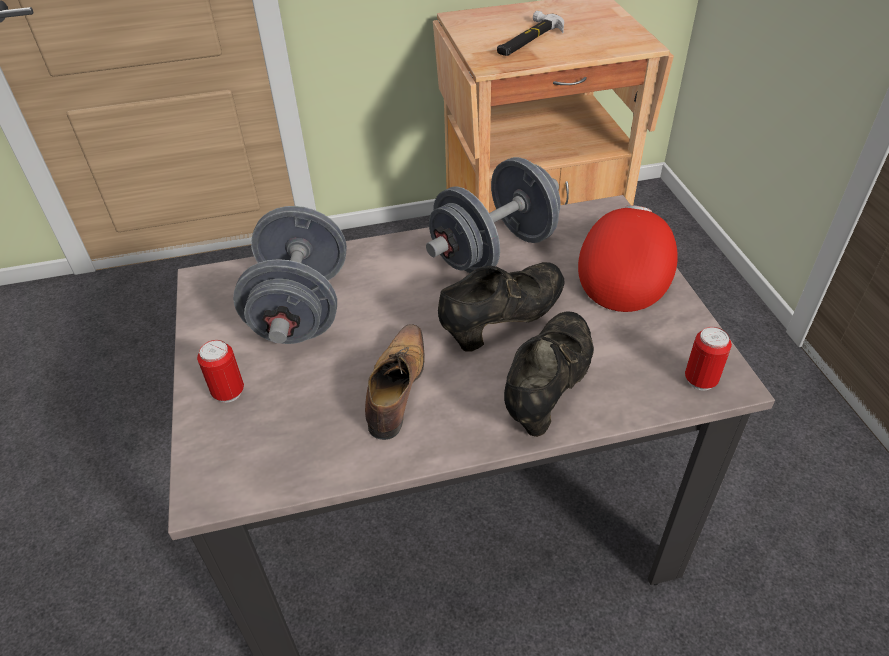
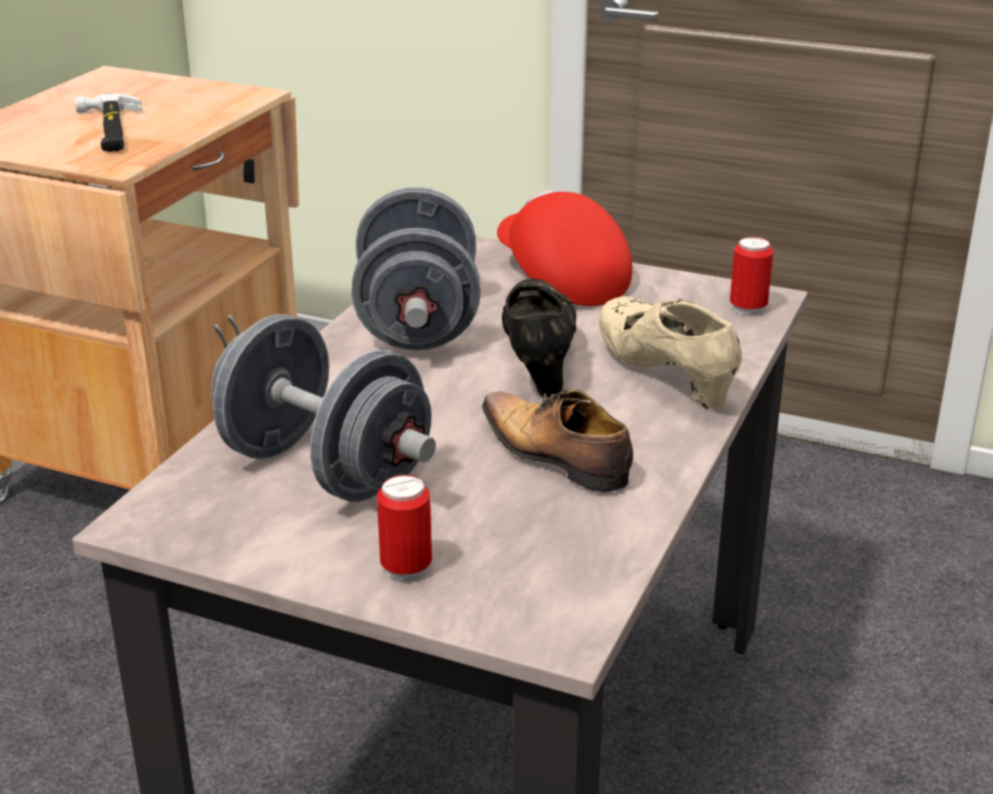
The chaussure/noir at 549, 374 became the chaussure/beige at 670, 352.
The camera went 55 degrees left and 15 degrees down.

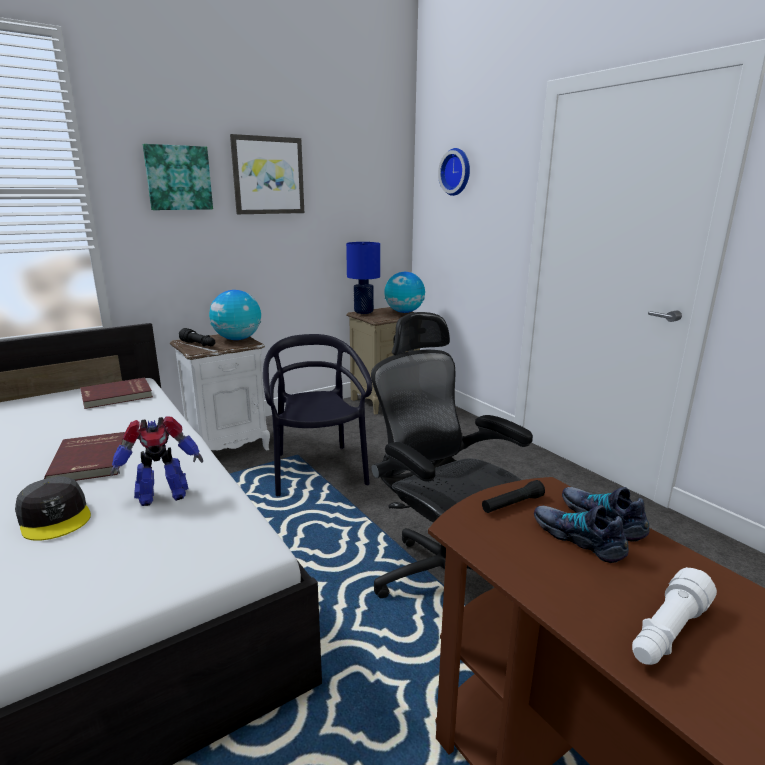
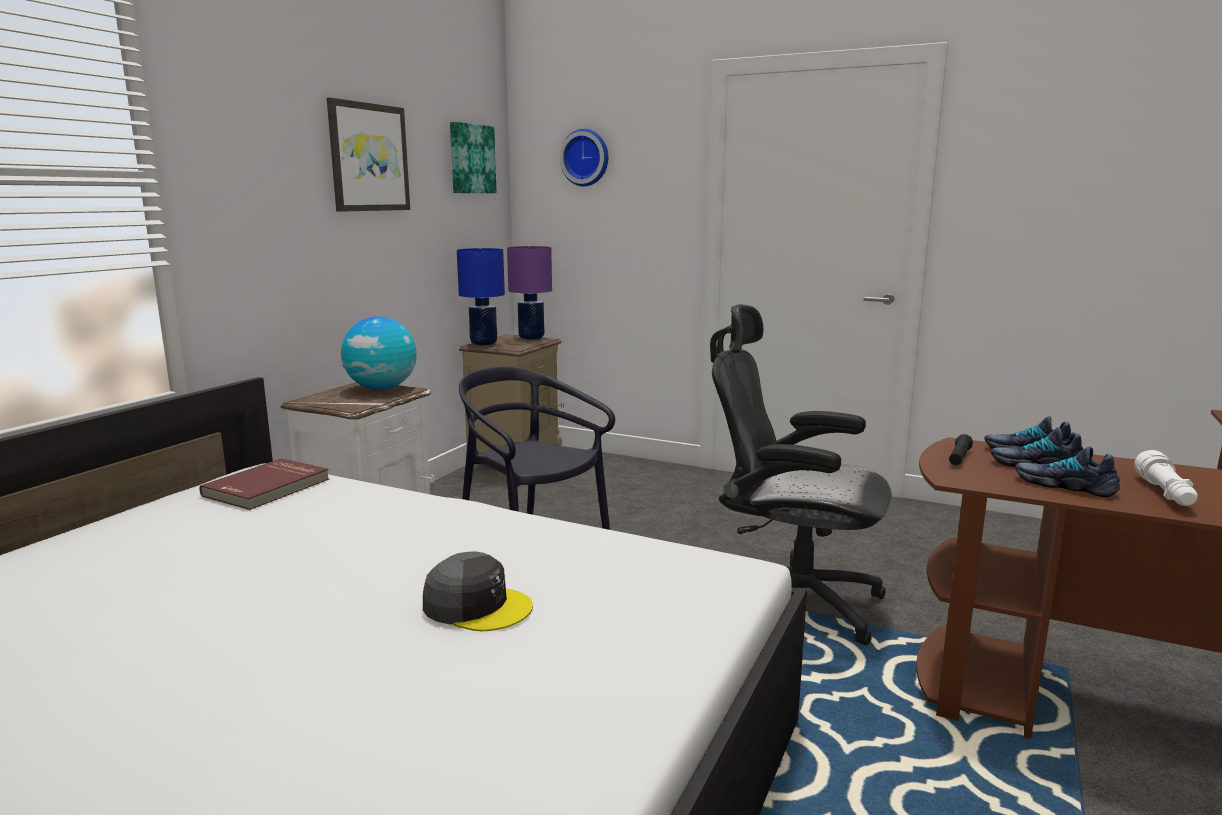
The tableau moved from 178, 177 to 473, 157.
The globe at 404, 292 was replaced by the lampe de table/violet at 529, 293.
The chaussure at 1067, 472 appeared.
The livre/rouge at 84, 456 disappeared.
The robot jouet at 156, 461 disappeared.
The lampe de poche/noir at 197, 337 disappeared.
The camera went 30 degrees left and 5 degrees down.

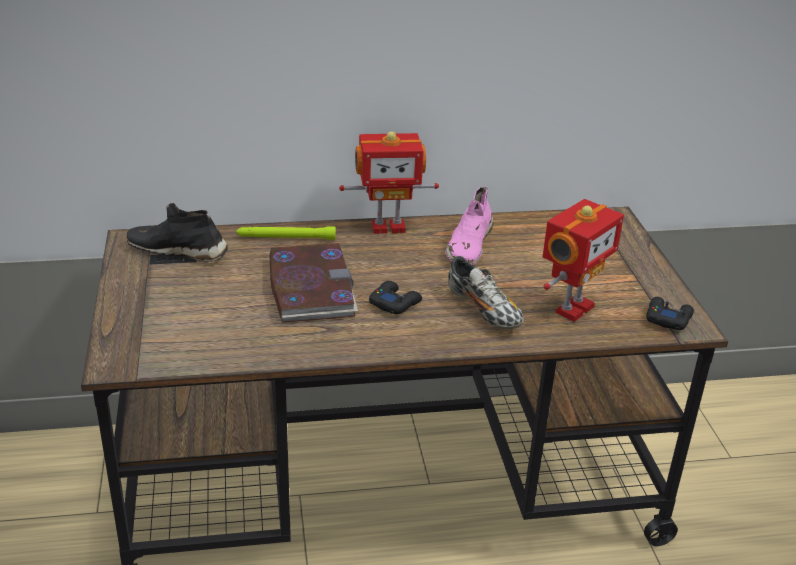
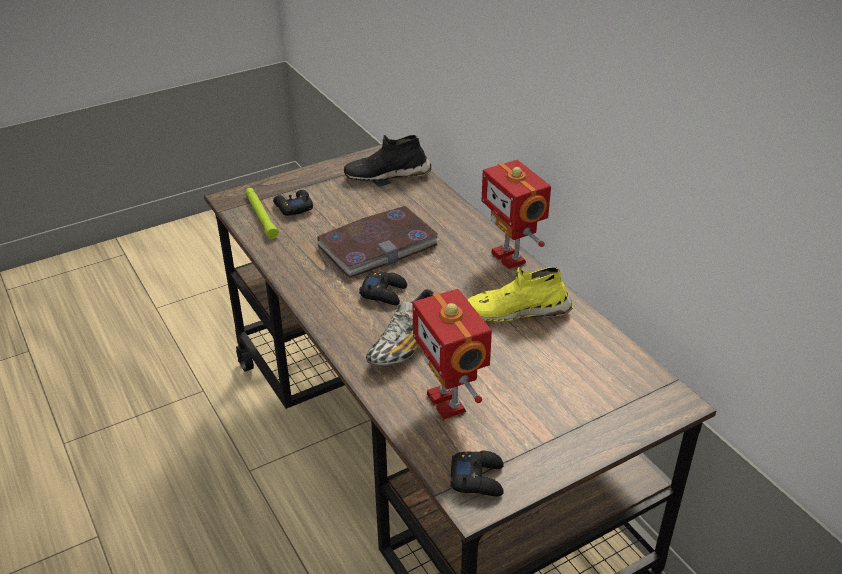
The lampe de poche/vert moved from 286, 233 to 262, 213.
The manette/noir at 293, 203 appeared.
The chaussure/noir at 177, 232 turned 90 degrees counterclockwise.
The robot jouet at 583, 260 turned 45 degrees clockwise.
The chaussure/rose at 469, 226 became the chaussure/jaune at 520, 294.
The camera went 70 degrees right and 5 degrees up.

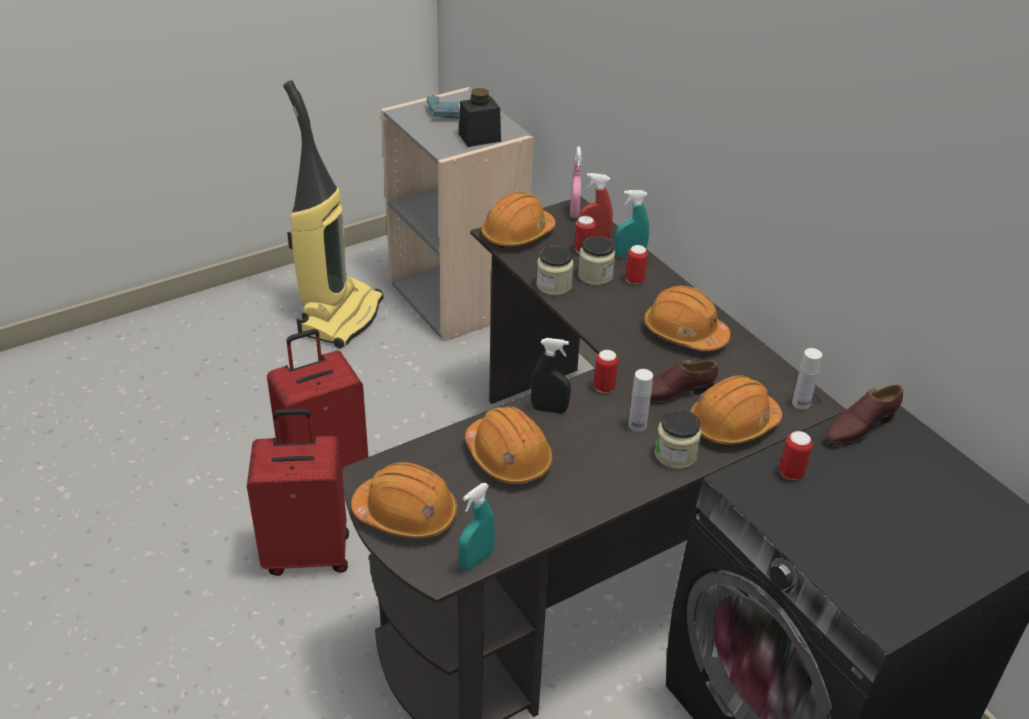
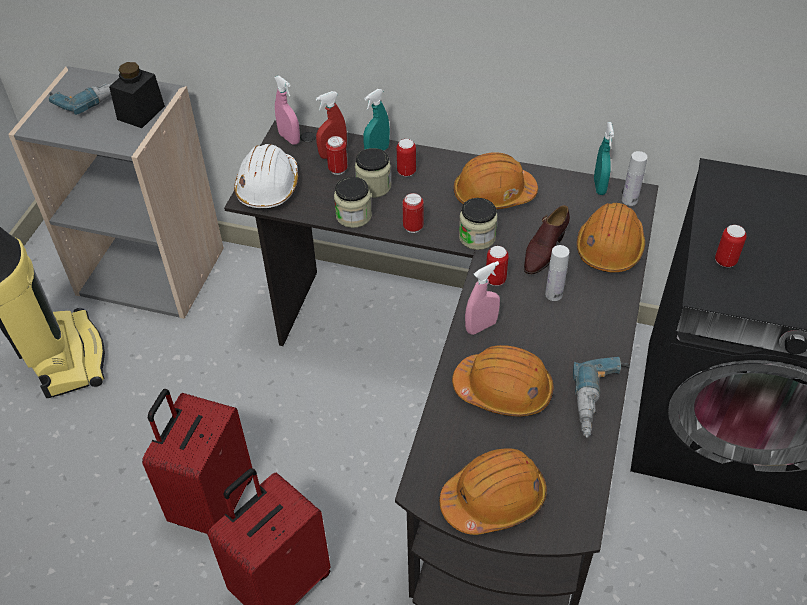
The casque de chantier/orange at 518, 220 became the casque de chantier/blanc at 266, 176.
The boîte métallique at 413, 213 appeared.
The bocal moved from 678, 439 to 478, 224.
The vaporisateur/noir at 551, 375 became the vaporisateur/rose at 482, 298.
The perceuse at 601, 397 appeared.
The vaporisateur/turquoise moved from 476, 527 to 604, 158.
The chaussure/marron at 864, 414 disappeared.
The camera went 40 degrees left and 10 degrees up.

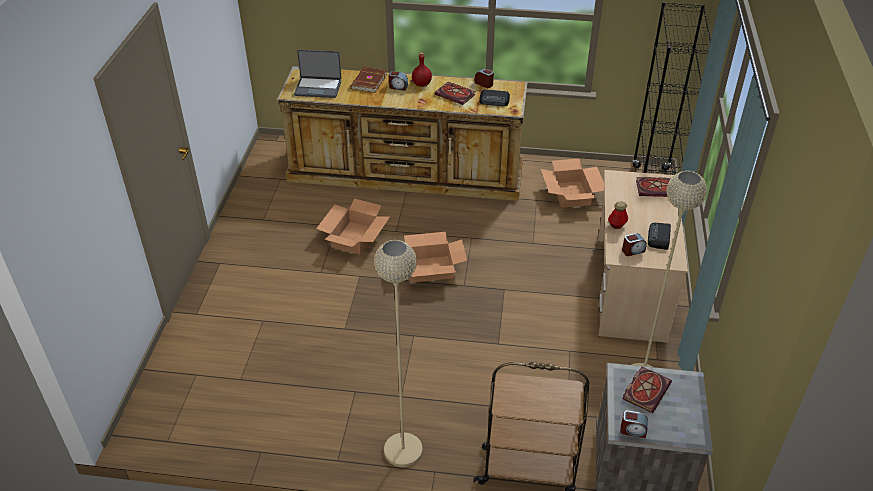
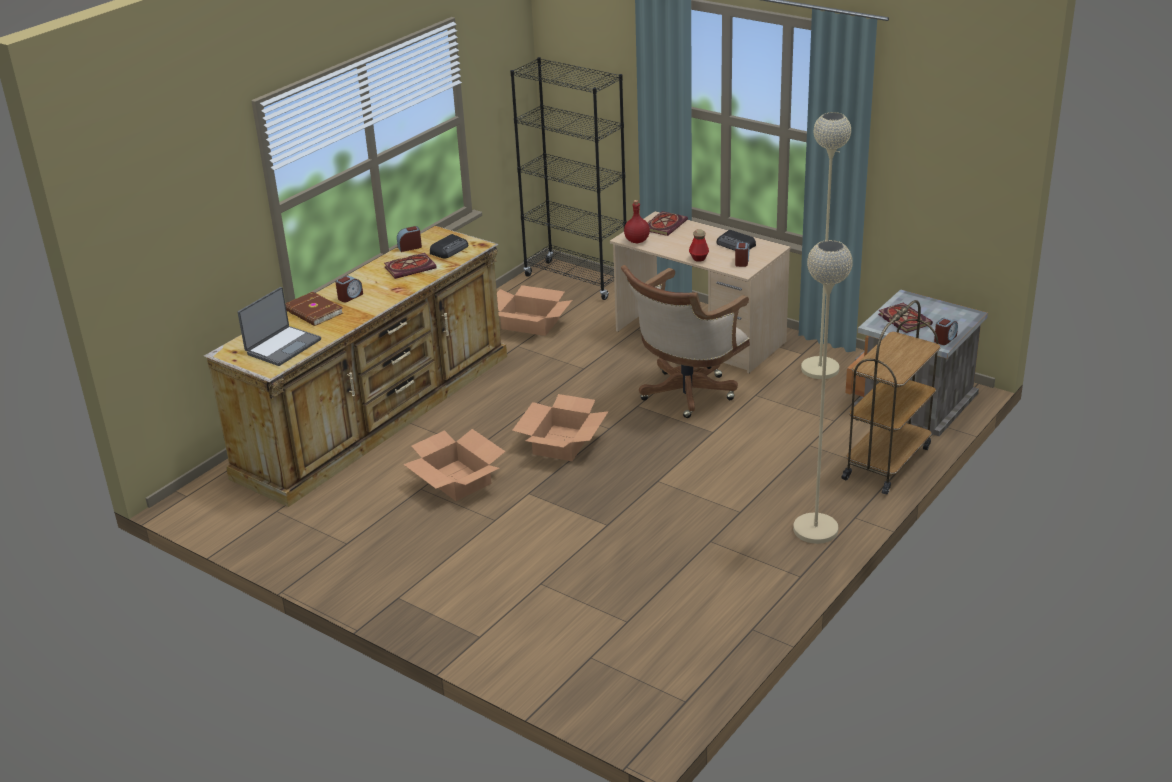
The chaise de bureau at 685, 341 appeared.
The bouteille/rouge moved from 422, 69 to 637, 221.
The camera went 60 degrees left and 10 degrees down.

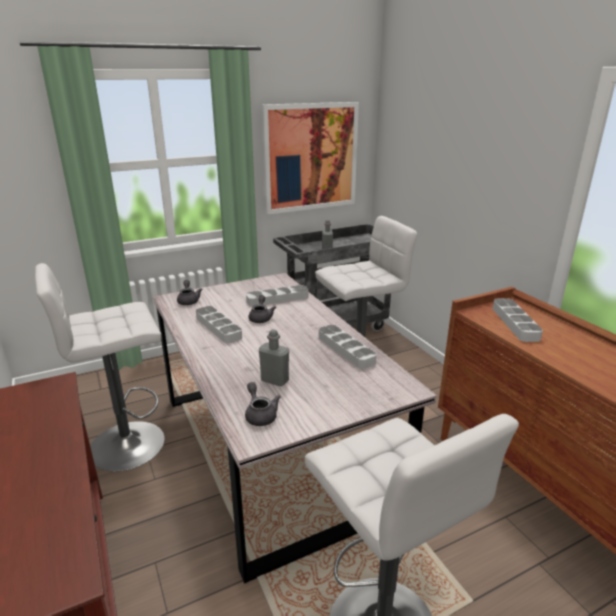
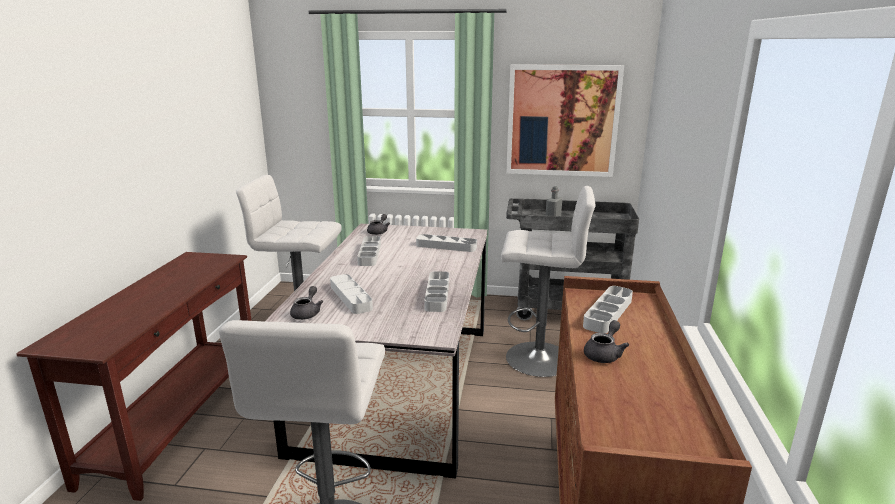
The bouteille/gris at 274, 358 was replaced by the plateau/gris at 351, 294.
The théière/gris moved from 262, 309 to 606, 341.
The camera went 35 degrees right and 5 degrees down.

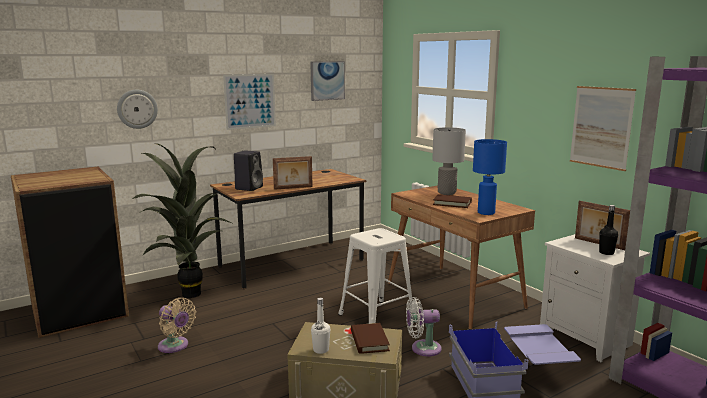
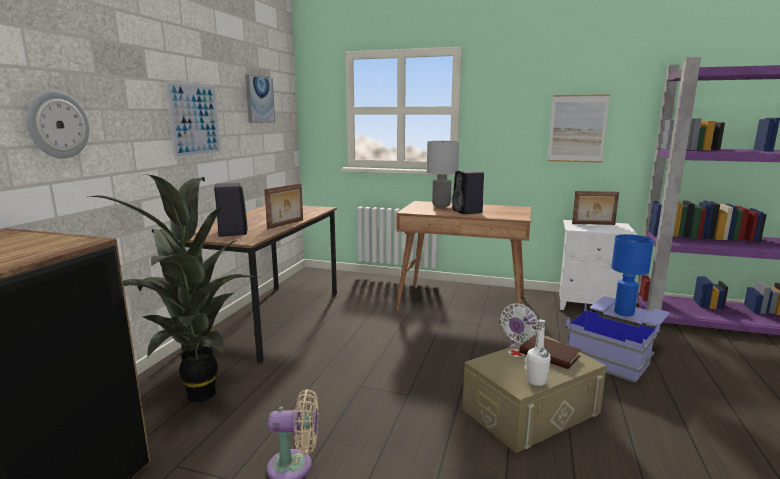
The livre/marron at 452, 201 was replaced by the enceinte/noir at 468, 192.
The lampe de table/bleu moved from 490, 177 to 632, 275.
The tabouret/blanc at 375, 276 disappeared.
The bouteille/noir at 608, 230 disappeared.
The camera went 40 degrees left and 0 degrees up.

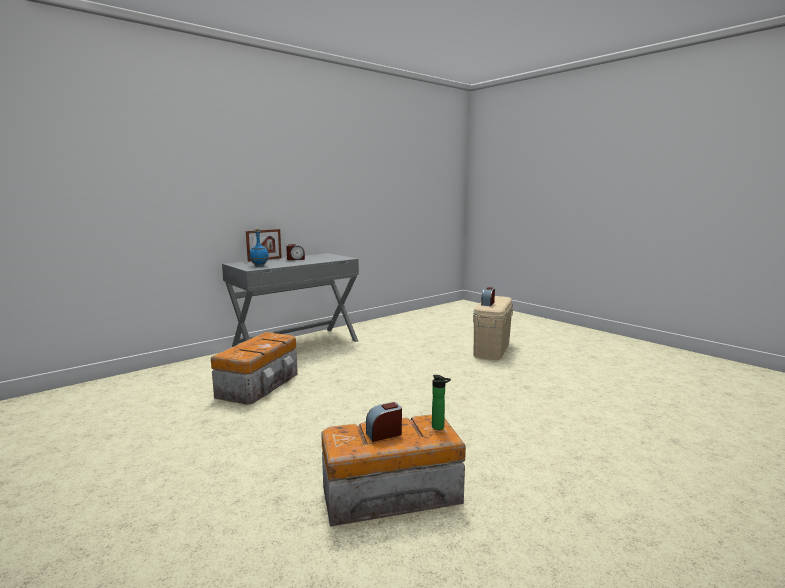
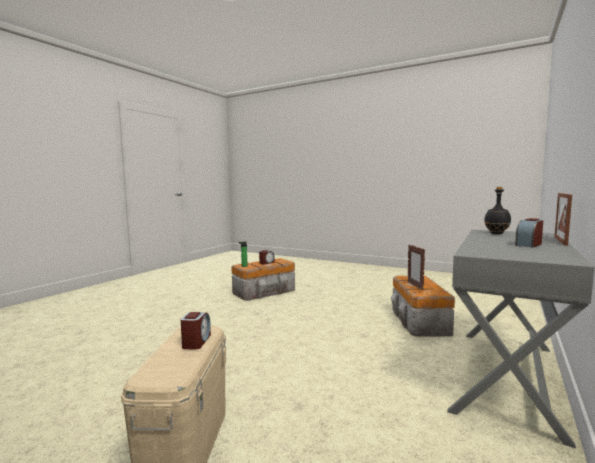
The cadre photo at 416, 267 appeared.
The bouteille/bleu at 259, 248 became the bouteille/noir at 497, 210.
The camera went 160 degrees right and 5 degrees down.

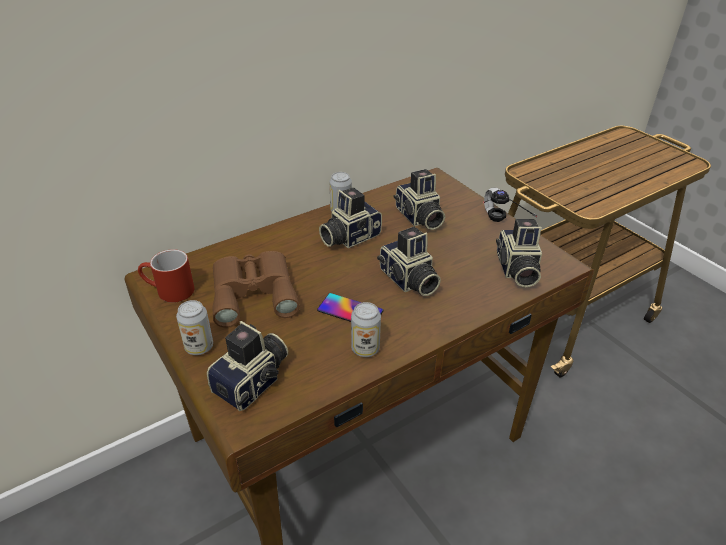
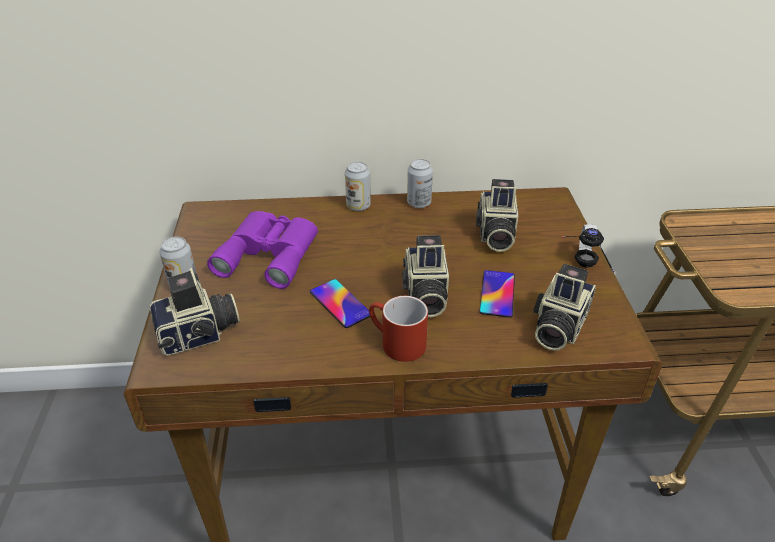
The jumelles/marron at 256, 289 became the jumelles/violet at 262, 250.
The boîte métallique moved from 366, 329 to 358, 186.
The mug/rouge moved from 166, 276 to 398, 329.
The téléphone at 497, 294 appeared.
The appareil photo at 350, 218 disappeared.
The camera went 30 degrees right and 0 degrees up.

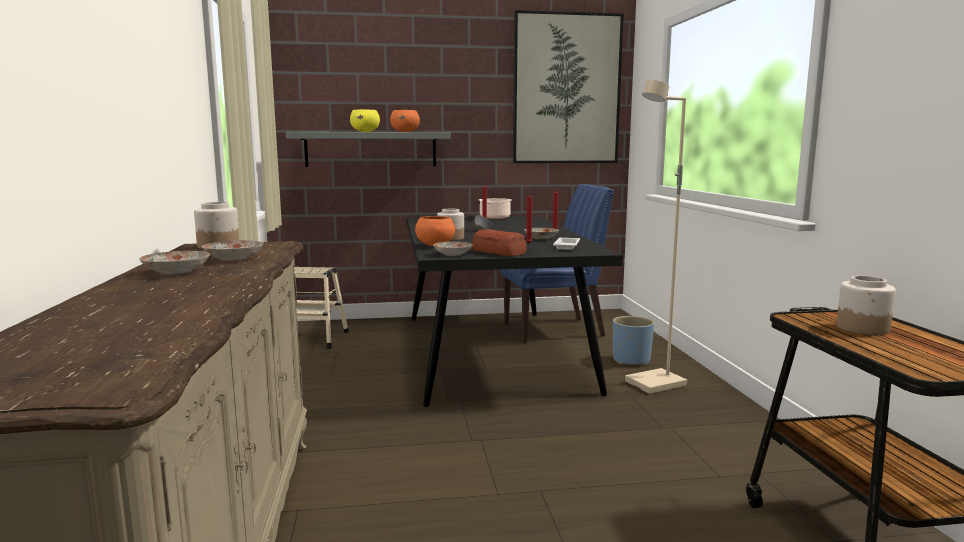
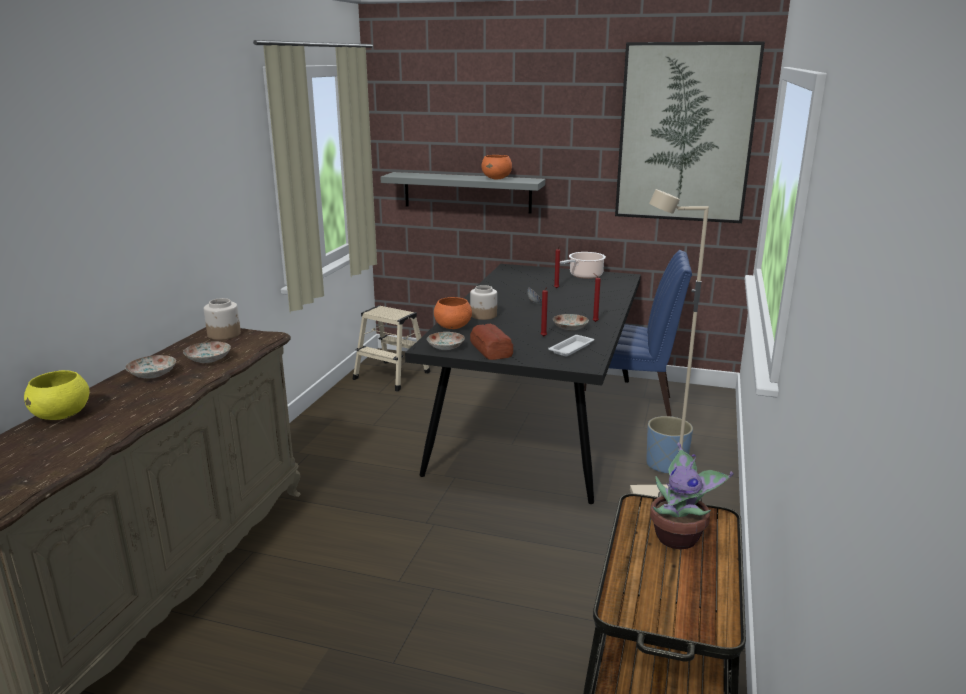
The bol/jaune moved from 365, 120 to 57, 395.
The bocal at 866, 305 was replaced by the plante en pot at 691, 496.
The camera went 25 degrees right and 10 degrees up.

